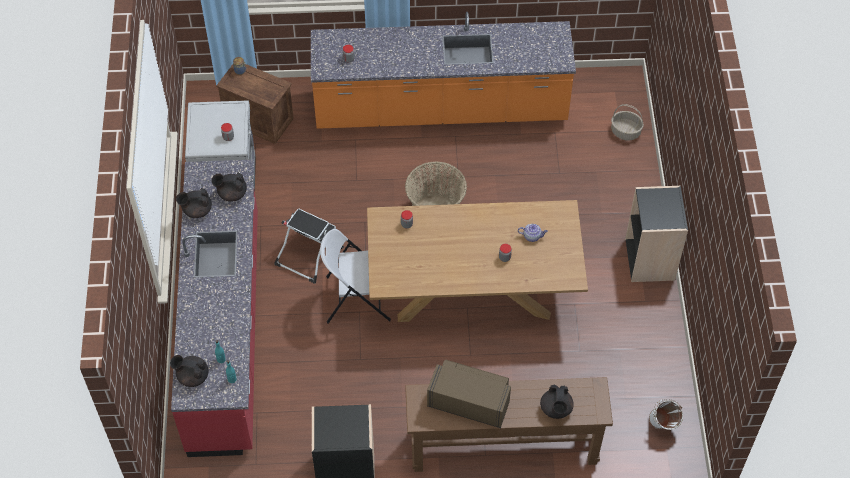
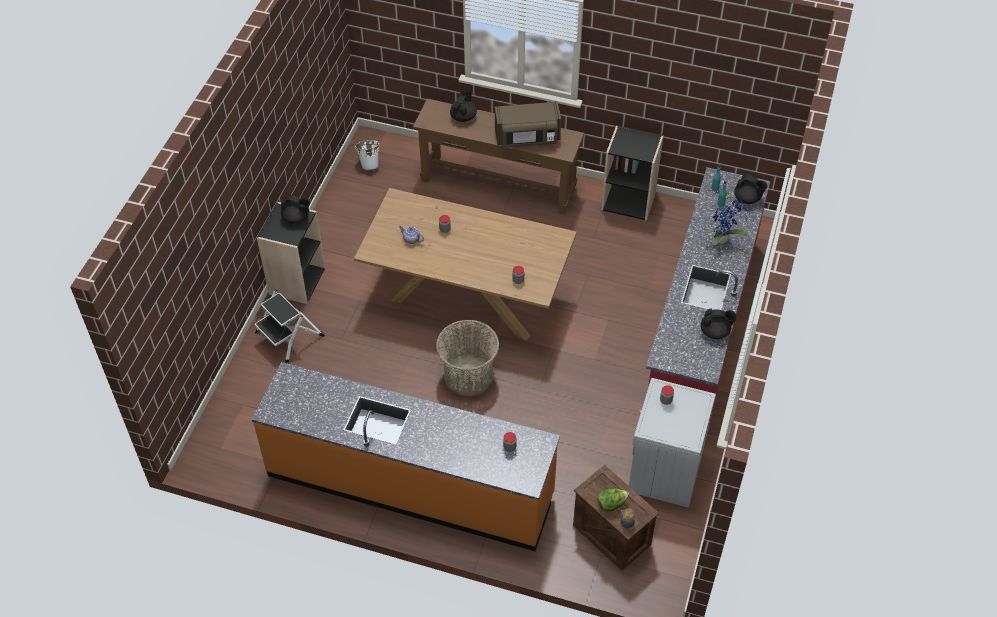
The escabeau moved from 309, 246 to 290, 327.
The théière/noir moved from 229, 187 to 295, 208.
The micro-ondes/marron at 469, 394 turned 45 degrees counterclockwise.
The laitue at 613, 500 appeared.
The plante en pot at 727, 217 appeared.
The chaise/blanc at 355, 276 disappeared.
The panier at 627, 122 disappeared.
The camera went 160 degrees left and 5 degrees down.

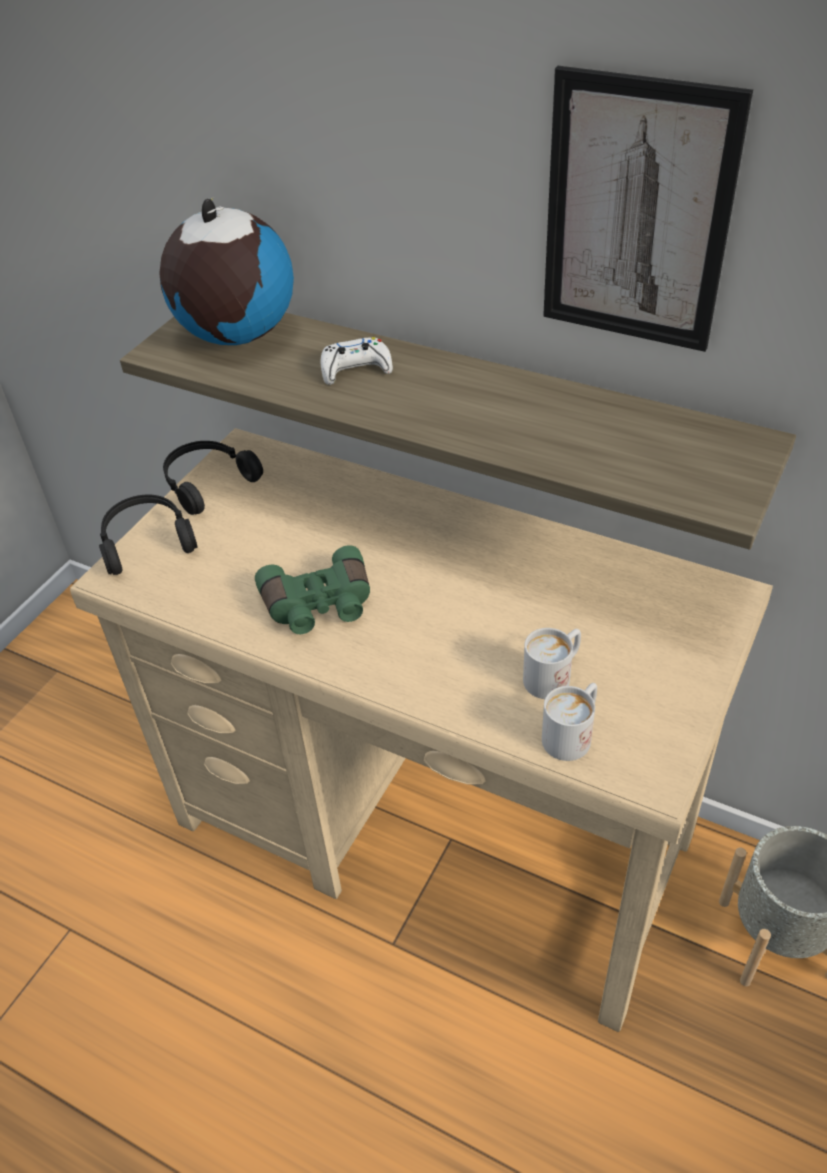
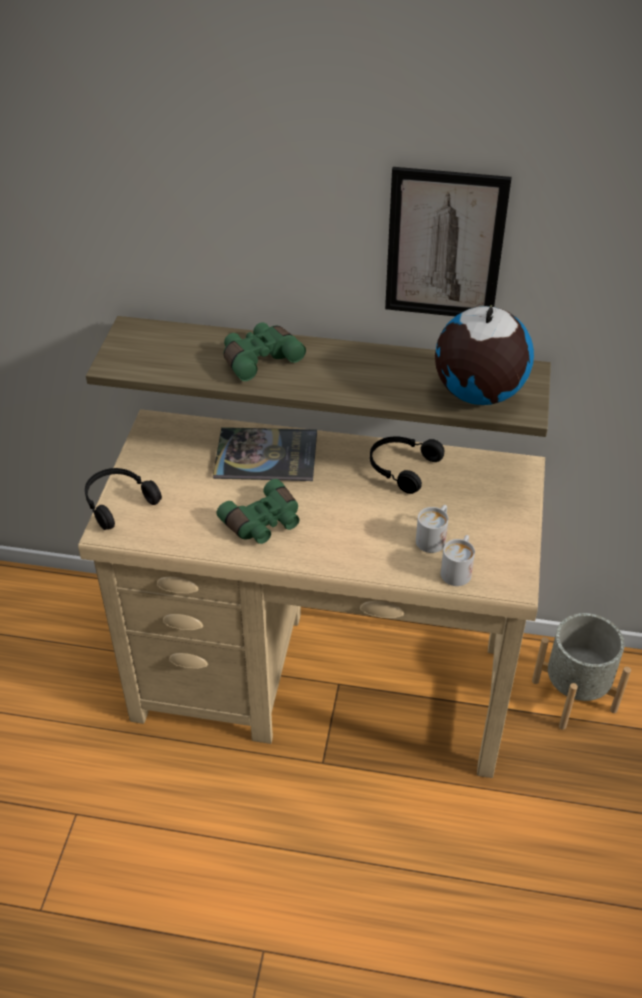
The livre at 265, 454 appeared.
The manette/blanc at 356, 361 was replaced by the jumelles/vert at 265, 351.
The casque audio/noir moved from 213, 478 to 407, 465.
The globe moved from 226, 271 to 484, 355.
The camera went 20 degrees left and 0 degrees up.

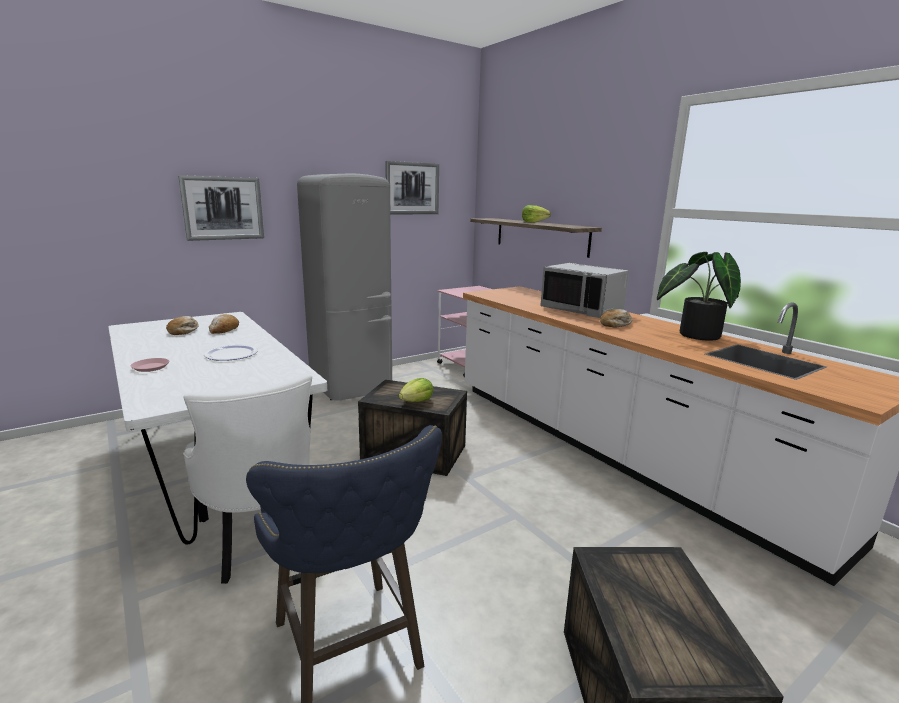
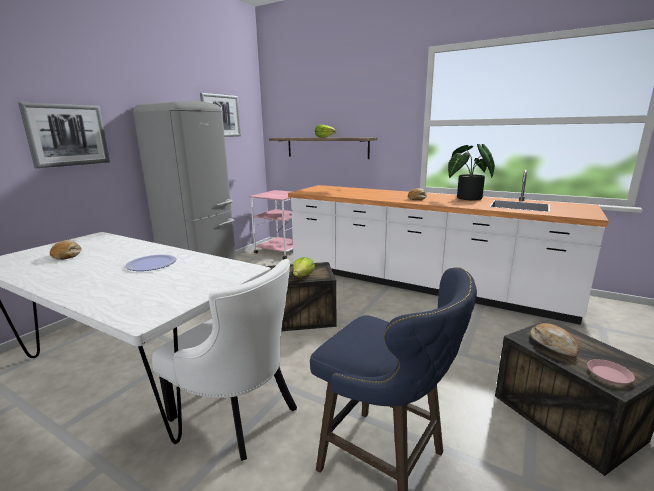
The pain moved from 224, 324 to 554, 340.
The assiette/rose moved from 150, 365 to 611, 371.
The micro-ondes/gris at 584, 290 disappeared.
The camera went 25 degrees left and 0 degrees up.

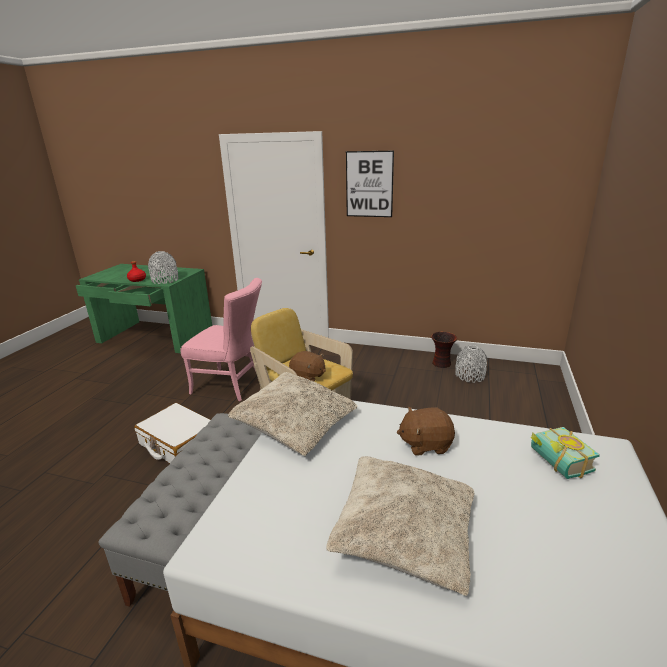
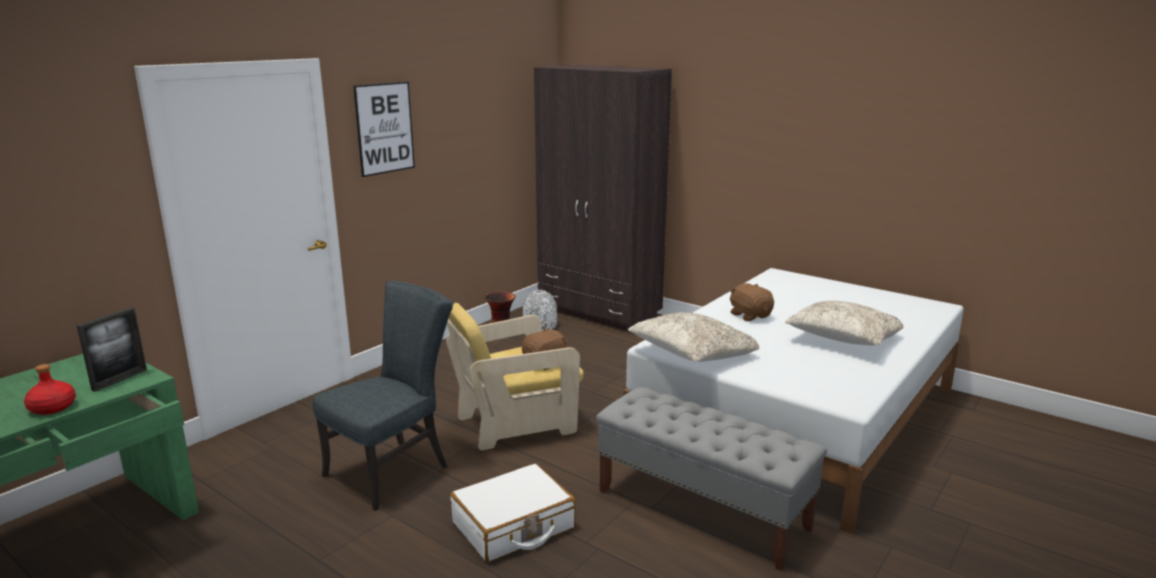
The vase/gris at 163, 267 was replaced by the cadre photo at 111, 349.
The chaise/rose at 221, 339 became the chaise/gris at 383, 395.
The armoire/marron at 603, 198 appeared.
The peluche/marron at 426, 431 turned 135 degrees clockwise.
The livre at 565, 453 disappeared.
The camera went 70 degrees left and 5 degrees down.

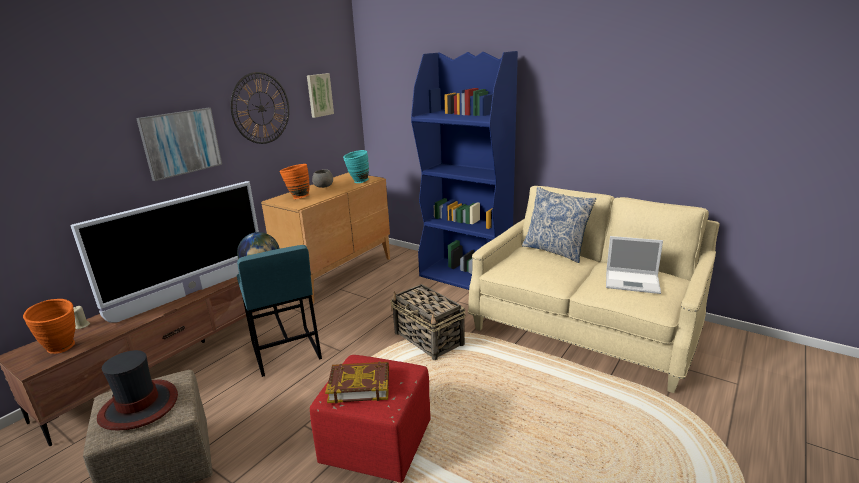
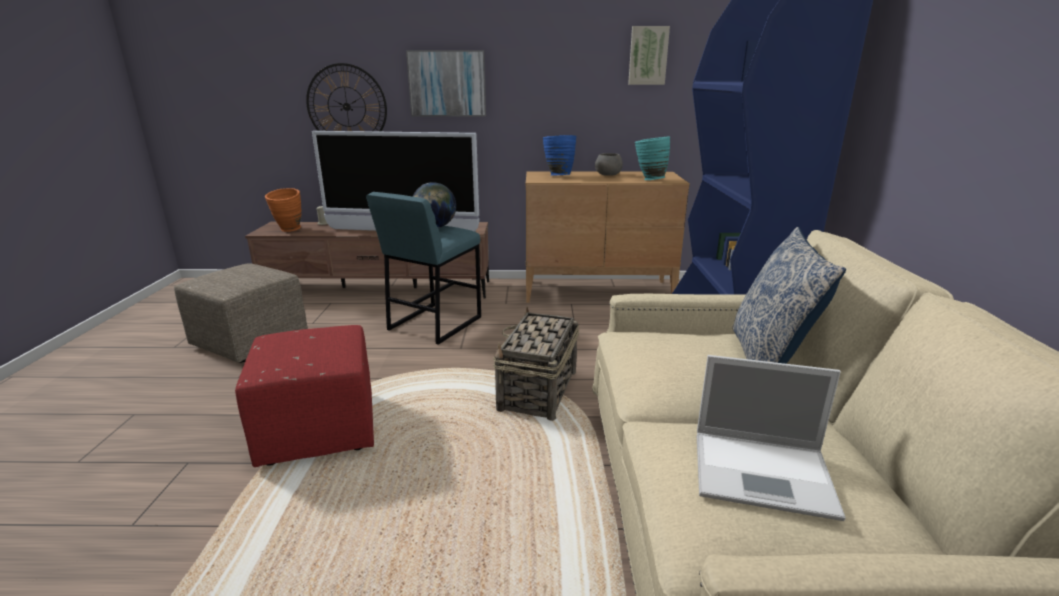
The horloge murale moved from 259, 108 to 346, 97.
The vase/orange at 294, 181 became the vase/bleu at 559, 155.
The ordinateur portable at 634, 265 turned 60 degrees counterclockwise.
The chapeau at 137, 390 disappeared.
The livre at 357, 382 disappeared.
The camera went 55 degrees right and 0 degrees up.

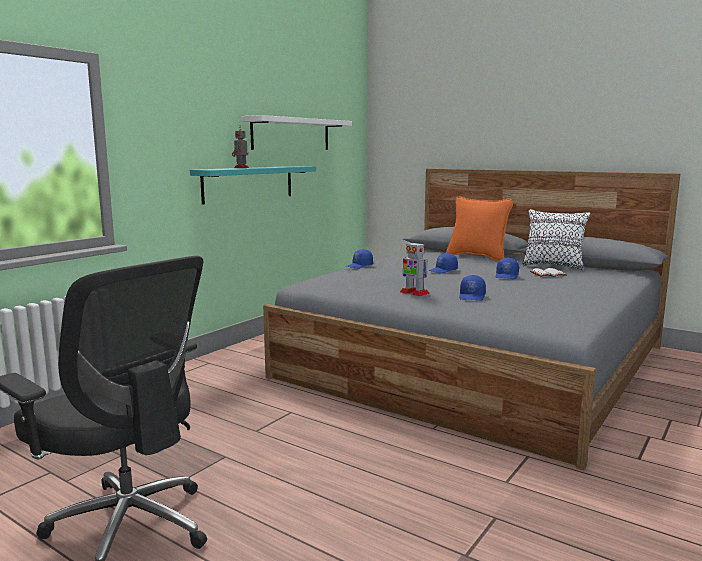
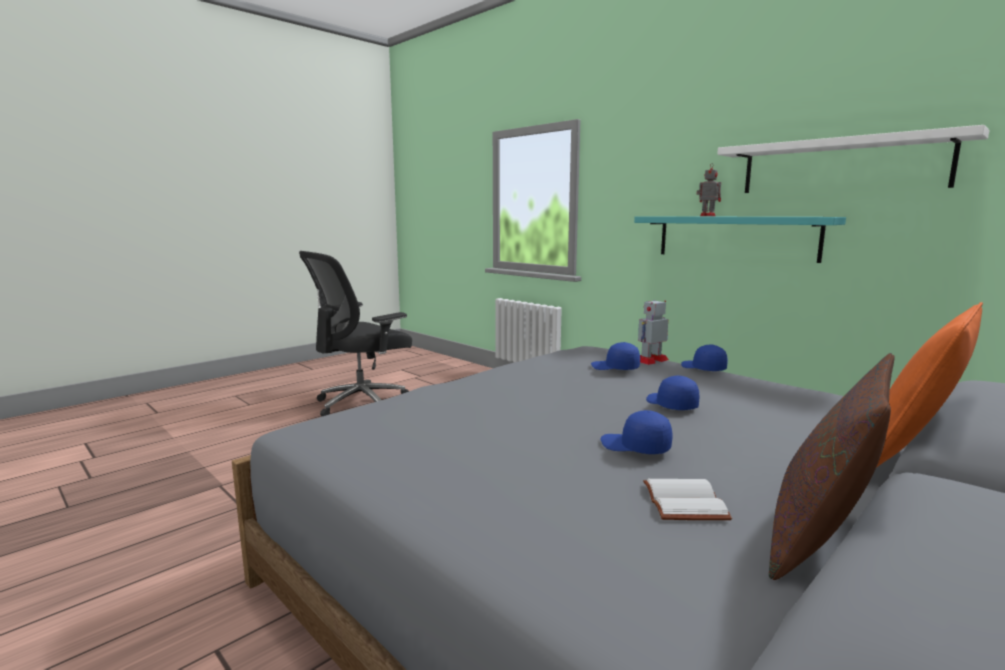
The casquette/bleu moved from 472, 288 to 615, 356.
The robot jouet moved from 415, 269 to 653, 332.
The coussin/blanc at 556, 239 became the coussin/marron at 832, 466.
The camera went 100 degrees right and 0 degrees up.

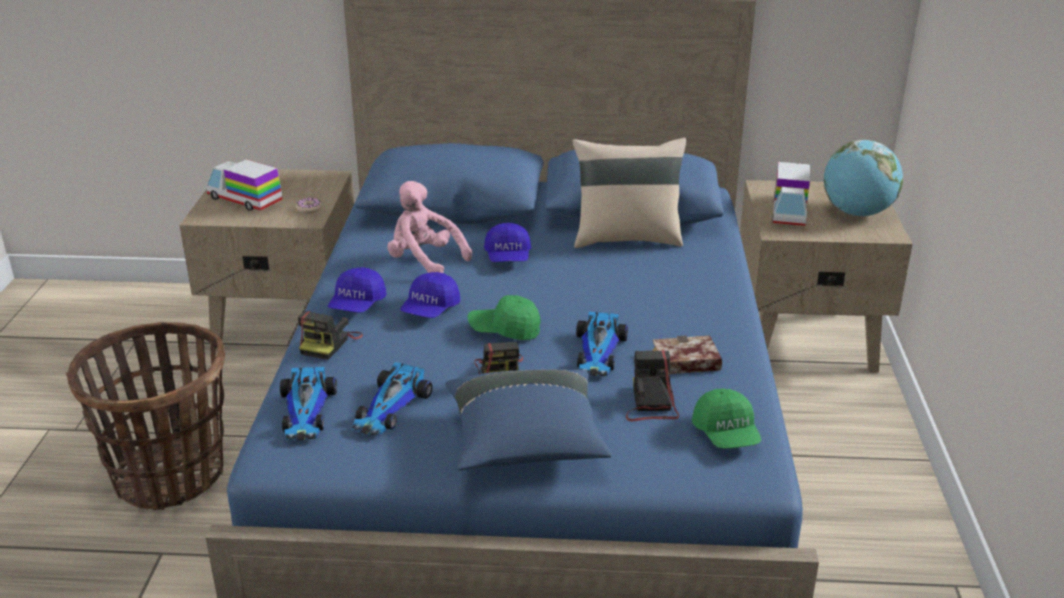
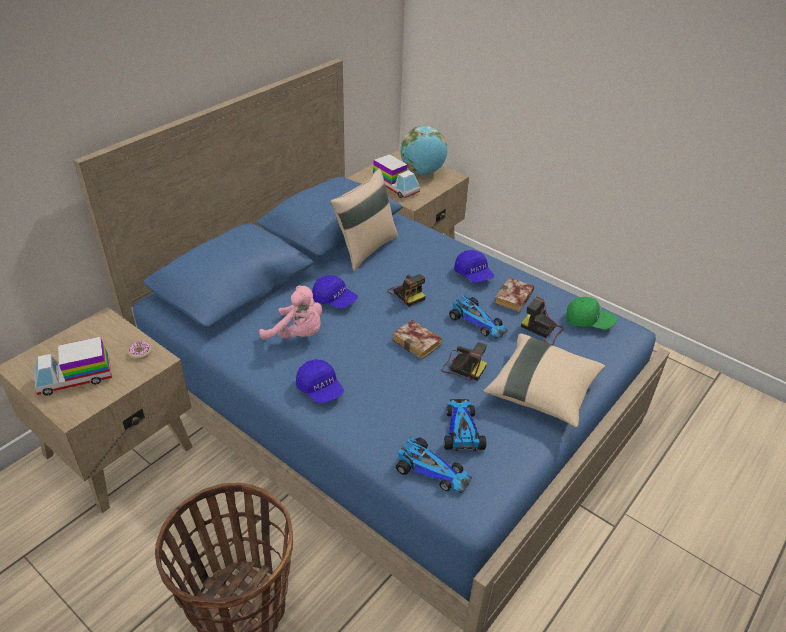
The peluche/rose at 429, 227 turned 135 degrees counterclockwise.
The appareil photo moved from 330, 335 to 406, 290.
The casquette/vert at 504, 317 was replaced by the livre at 417, 339.
The petite voiture at 392, 399 turned 150 degrees counterclockwise.
The casquette/bleu moved from 430, 295 to 474, 266.
The coussin/bleu at 528, 419 became the coussin/beige at 544, 380.
The camera went 55 degrees left and 10 degrees up.

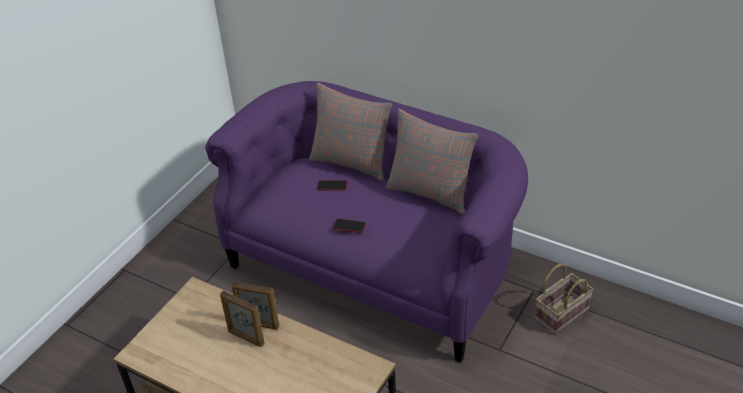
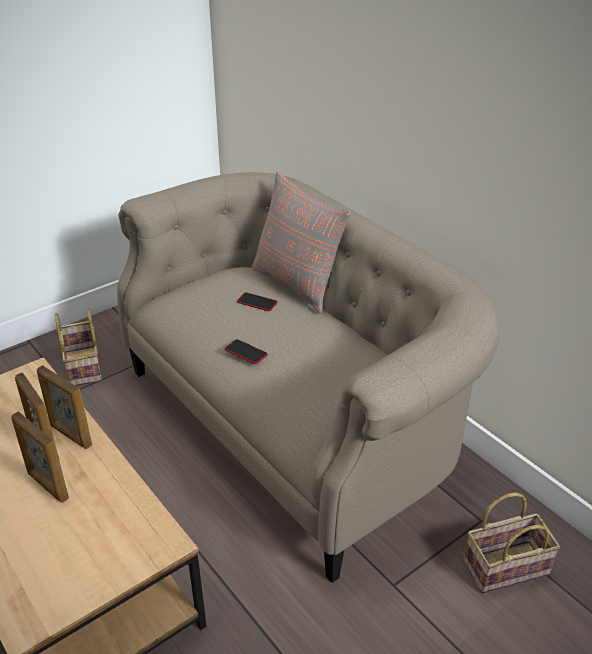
The cadre photo at 40, 457 appeared.
The panier at 78, 346 appeared.
The canapé/violet at 366, 222 became the canapé/beige at 308, 377.
The coussin/gris at 432, 161 disappeared.
The camera went 20 degrees right and 5 degrees down.

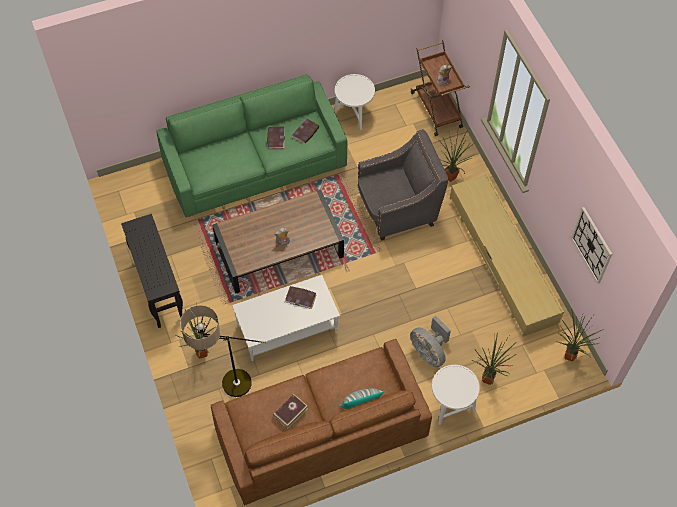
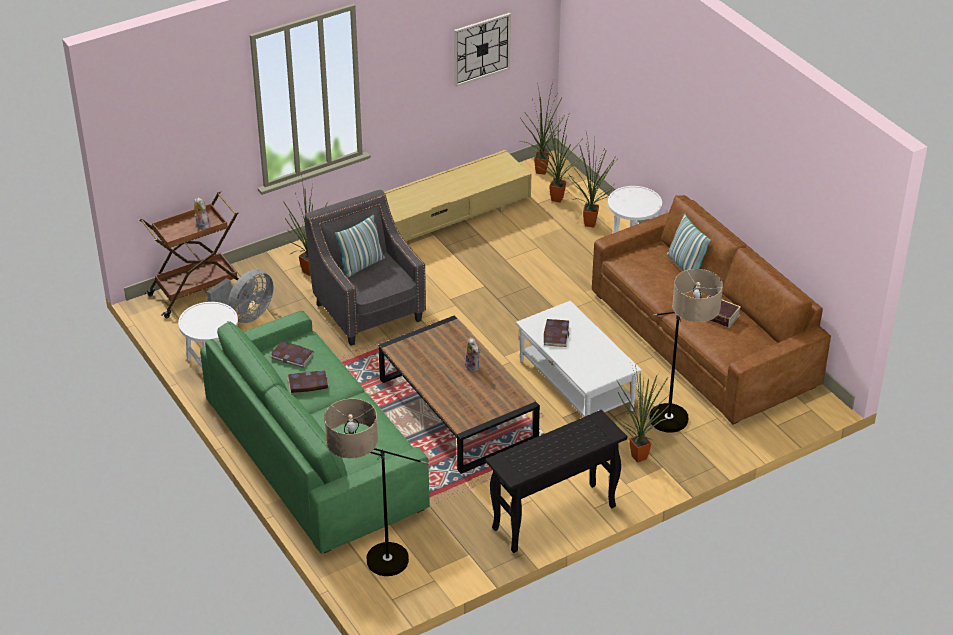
The ventilateur/gris moved from 430, 341 to 240, 296.
The lampadaire at 376, 487 appeared.
The coussin at 360, 246 appeared.
The plante en pot at 558, 157 appeared.
The camera went 100 degrees left and 20 degrees down.

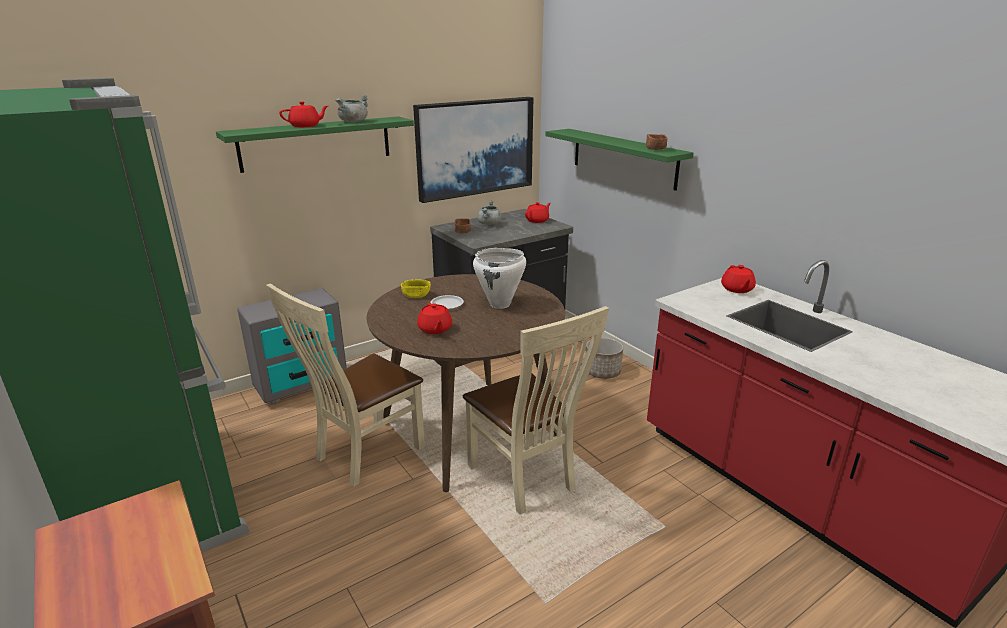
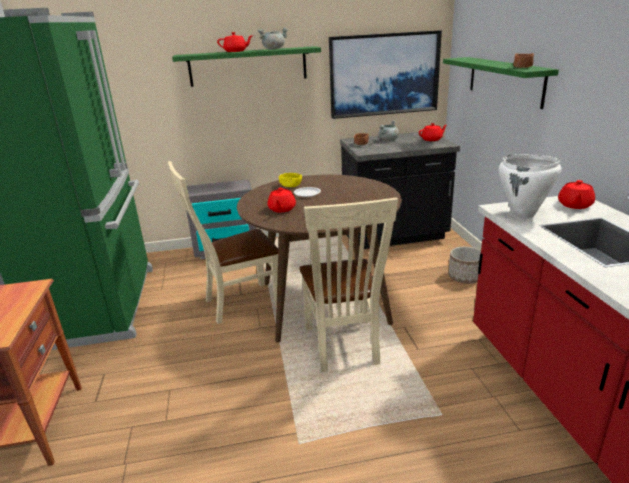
The marmite/blanc moved from 499, 278 to 530, 186.
The camera went 25 degrees right and 0 degrees up.

